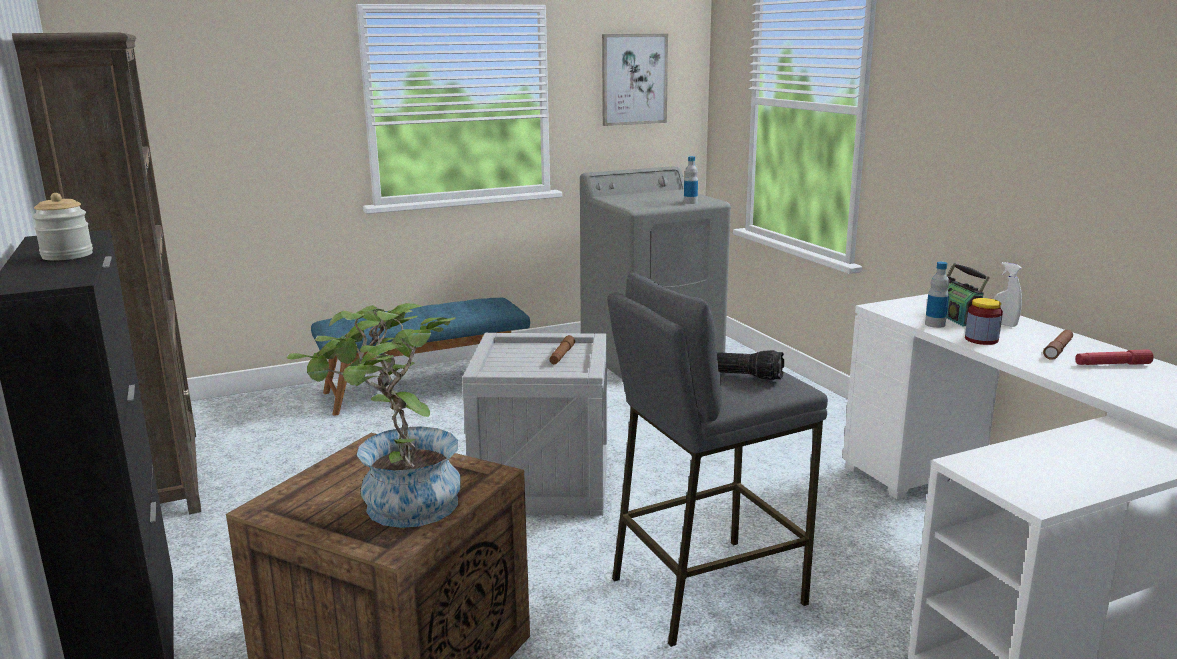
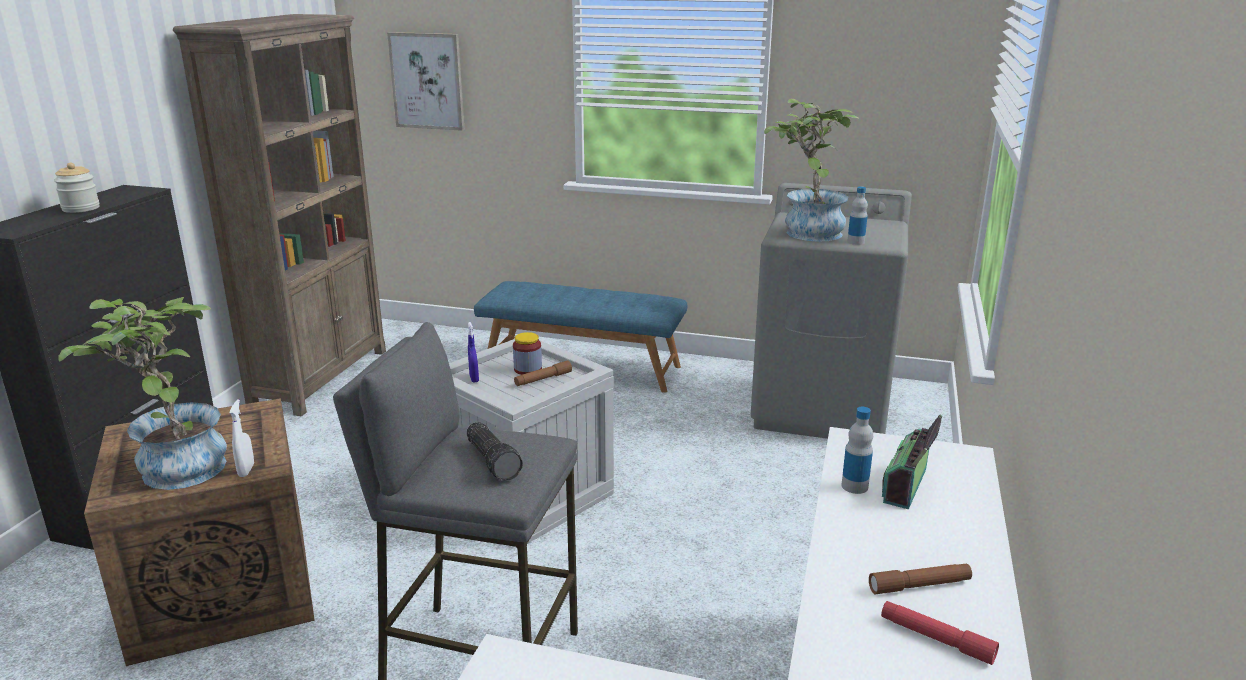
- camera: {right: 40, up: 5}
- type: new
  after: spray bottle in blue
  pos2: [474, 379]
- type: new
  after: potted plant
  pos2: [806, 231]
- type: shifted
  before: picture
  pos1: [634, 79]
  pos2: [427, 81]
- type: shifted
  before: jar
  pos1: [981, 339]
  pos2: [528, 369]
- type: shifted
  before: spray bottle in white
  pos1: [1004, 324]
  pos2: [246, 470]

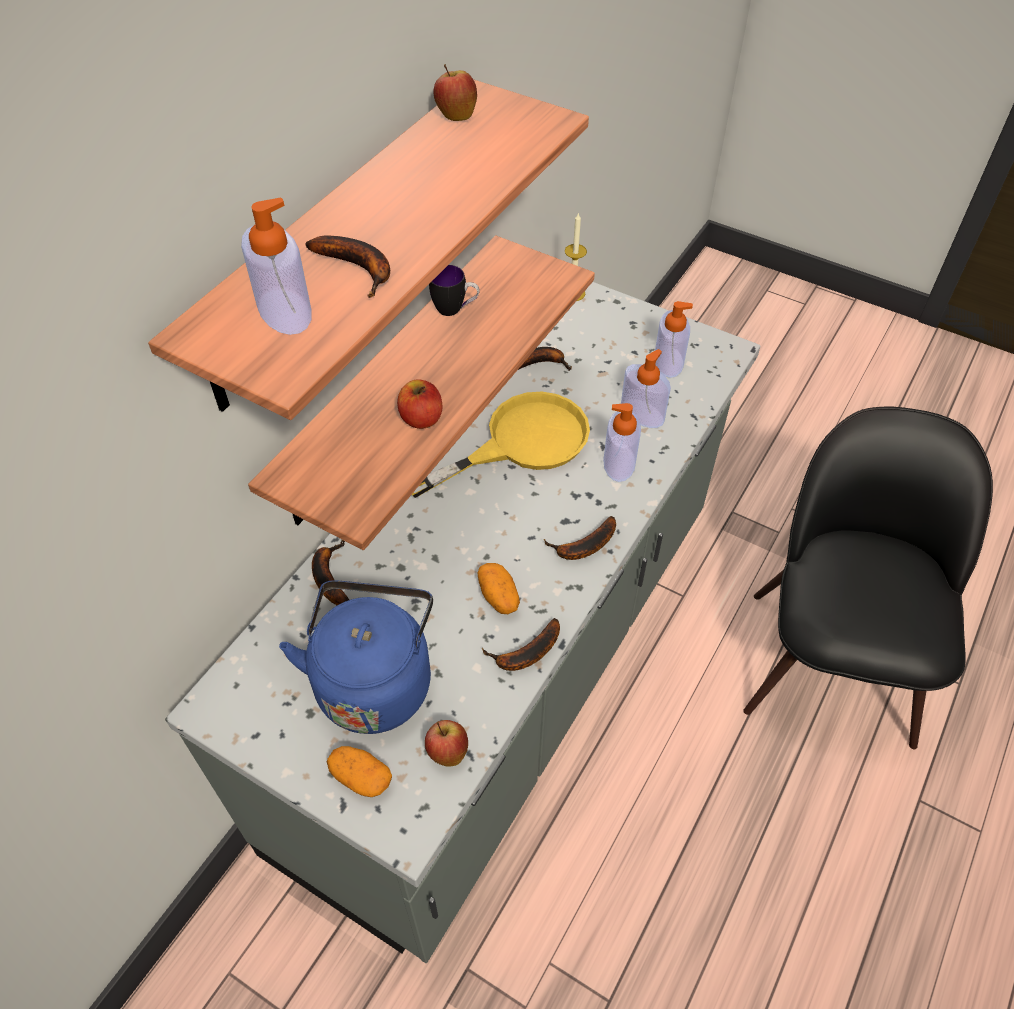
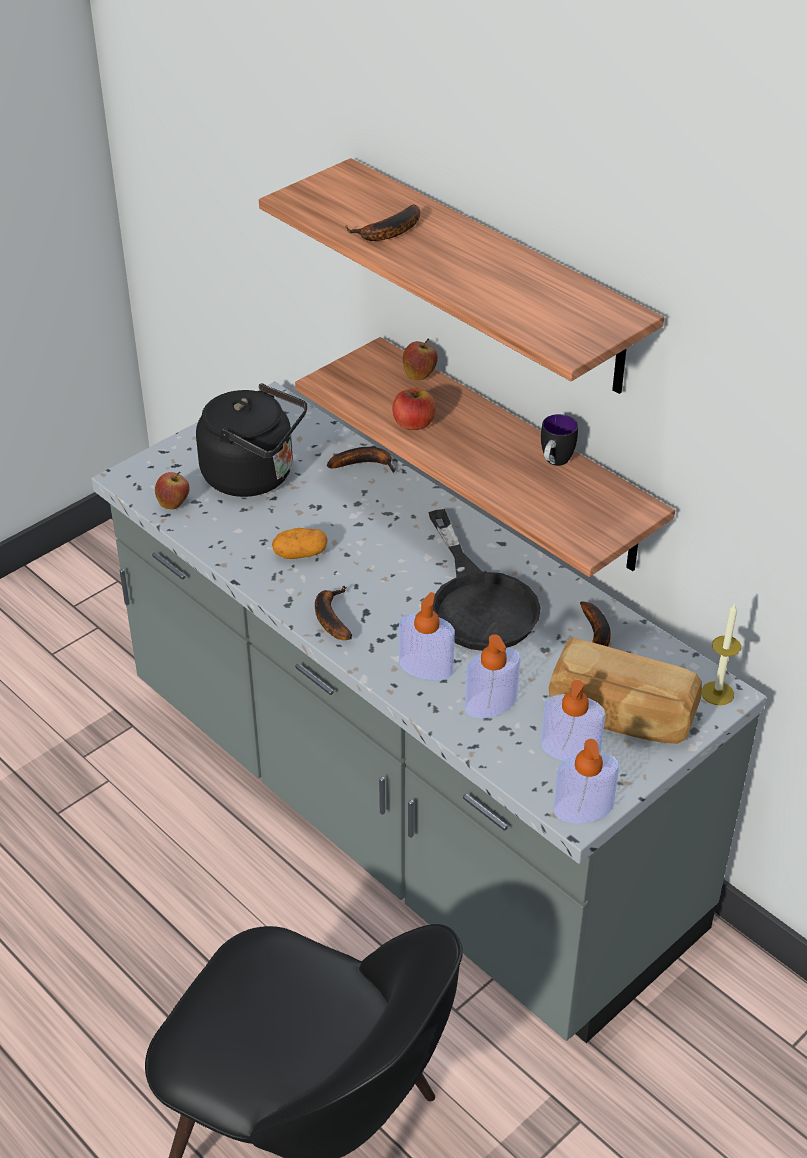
- camera: {right: 105, up: -10}
- type: gone
  before: potato
  pos1: [361, 777]
- type: gone
  before: banana
  pos1: [525, 654]
- type: new
  after: bread
  pos2: [621, 715]
- type: shifted
  before: soap dispenser
  pos1: [284, 311]
  pos2: [583, 808]
- type: shifted
  before: apple
  pos1: [456, 115]
  pos2: [419, 375]
- type: repainted
  before: kettle in blue
  after: kettle in black
  pos1: [374, 680]
  pos2: [254, 476]
- type: repainted
  before: frying pan in yellow
  after: frying pan in black
  pos1: [521, 443]
  pos2: [478, 601]

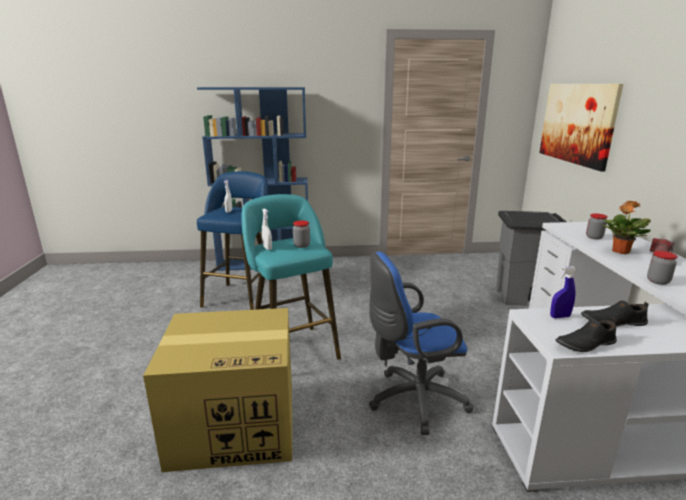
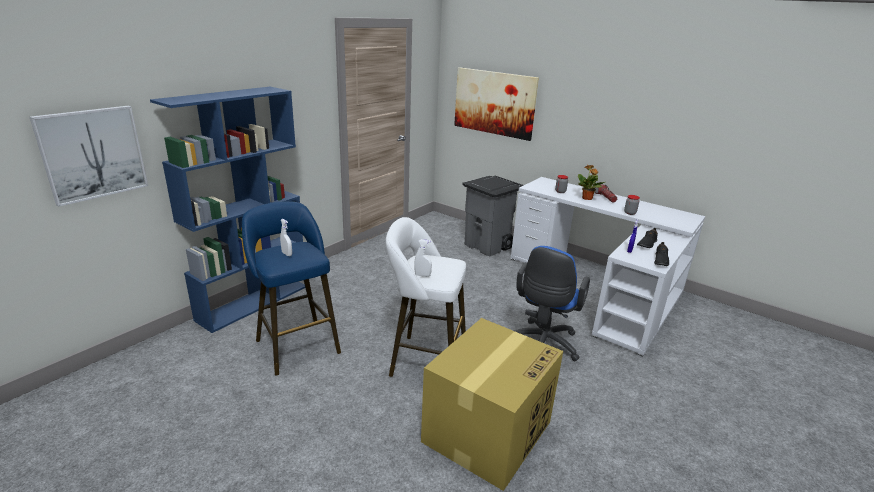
- camera: {right: -50, up: 5}
- type: gone
  before: jar
  pos1: [301, 245]
- type: new
  after: picture
  pos2: [93, 154]
- type: repainted
  before: stool in turquoise
  after: stool in white
  pos1: [292, 348]
  pos2: [424, 360]

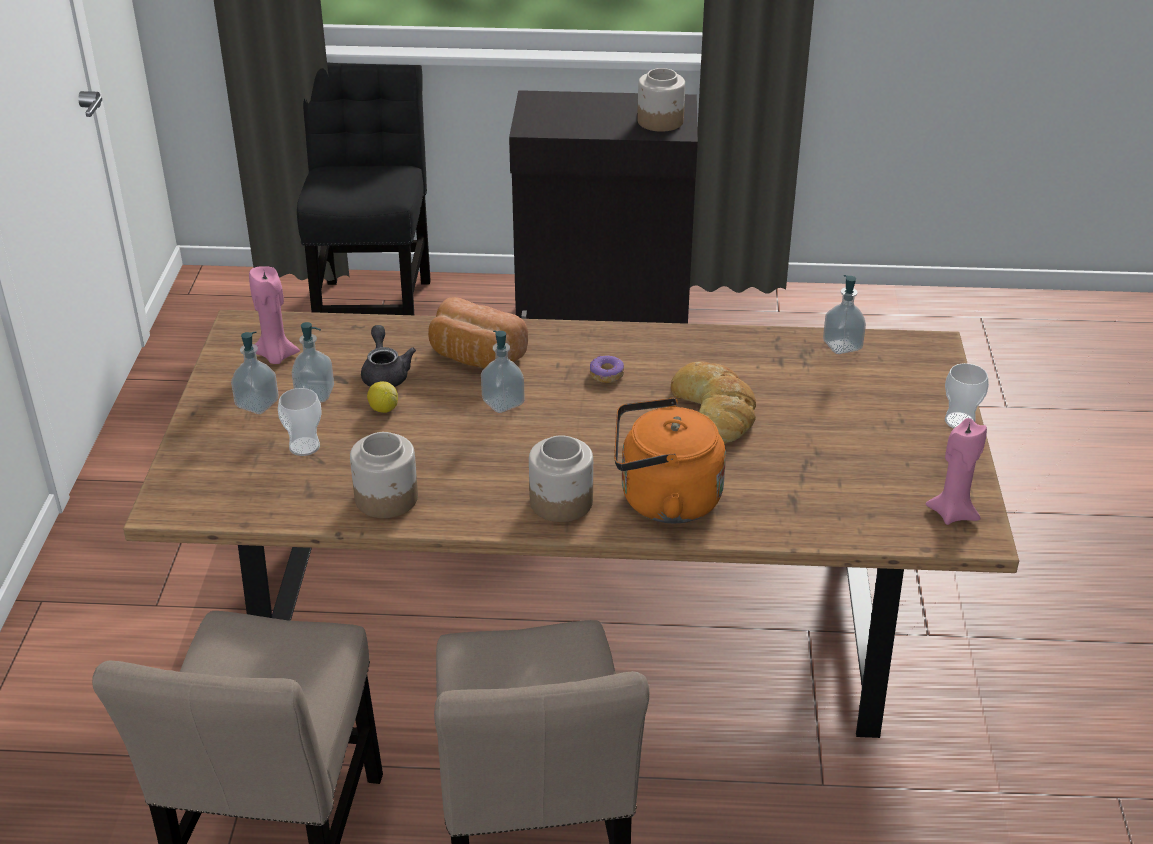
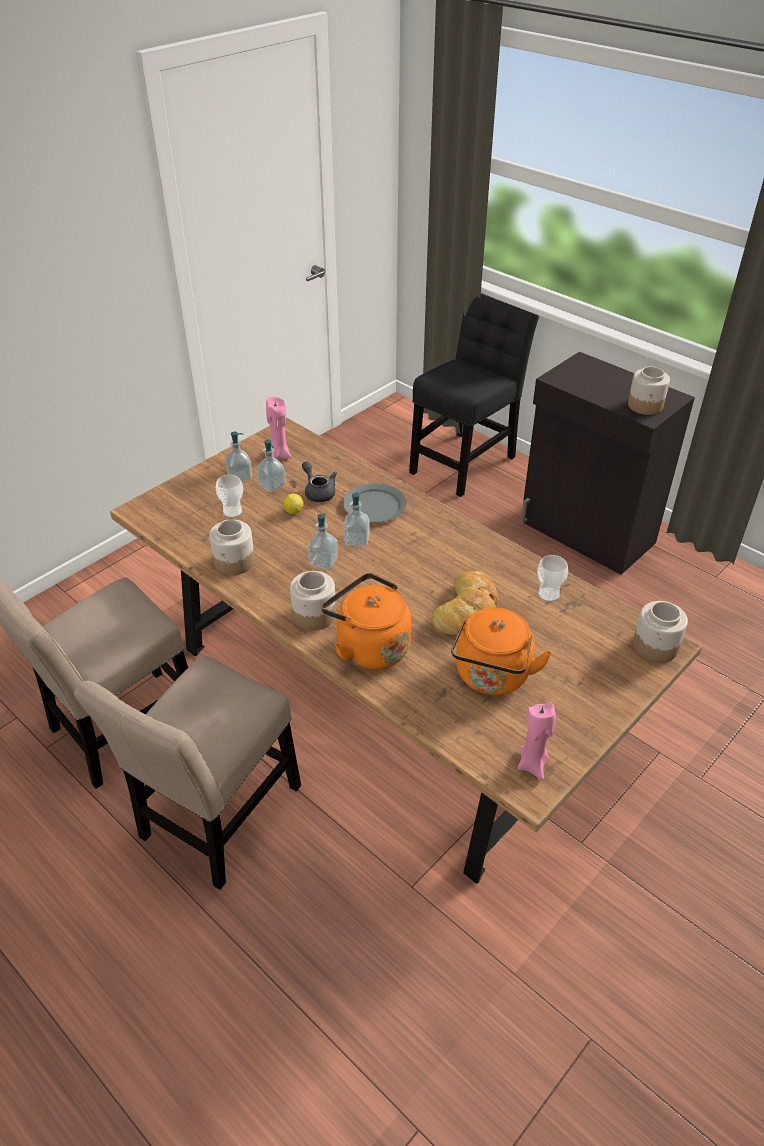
- camera: {right: 40, up: 5}
- type: gone
  before: donut
  pos1: [606, 375]
- type: new
  after: kettle in orange
  pos2: [492, 677]
- type: new
  after: jar
  pos2: [655, 646]
- type: shifted
  before: soap dispenser
  pos1: [842, 345]
  pos2: [323, 561]
- type: shifted
  before: cup
  pos1: [959, 421]
  pos2: [548, 594]
- type: swapped
  before: bread
  after: plate in grey
  pos1: [474, 357]
  pos2: [375, 505]
- type: rotated
  before: teapot in grey
  pos1: [385, 374]
  pos2: [318, 492]
  turn: -60

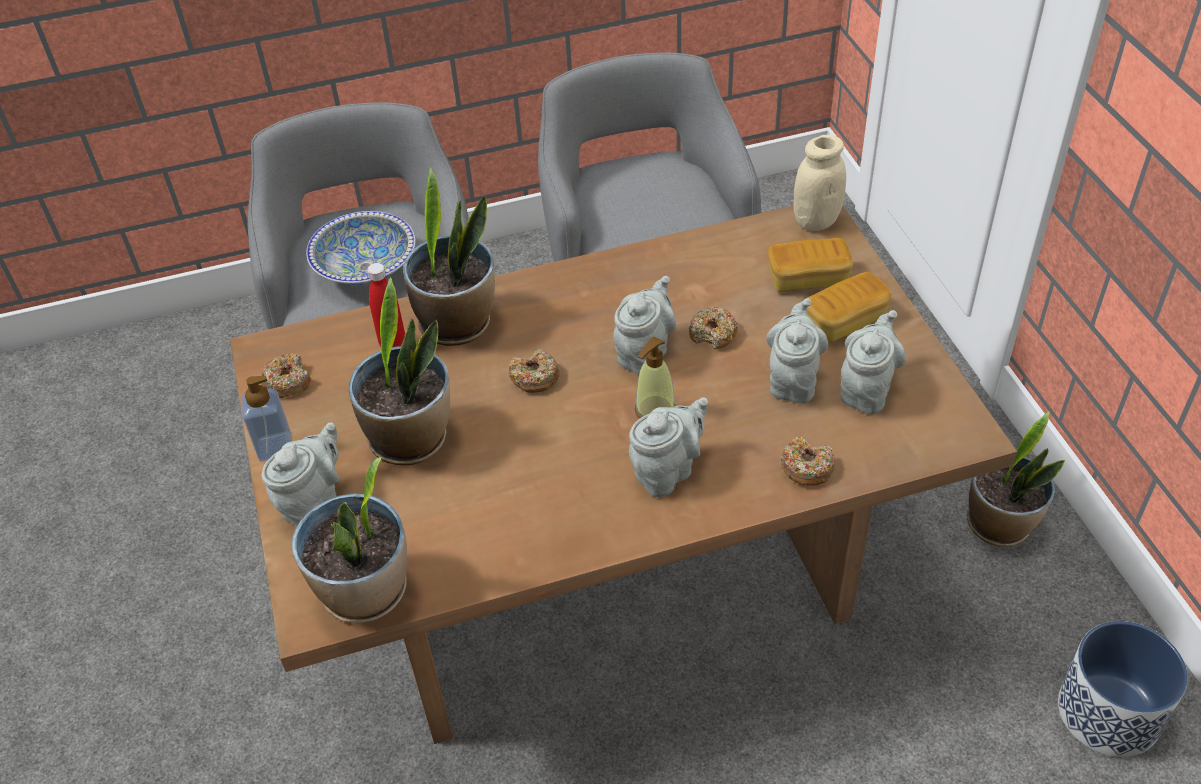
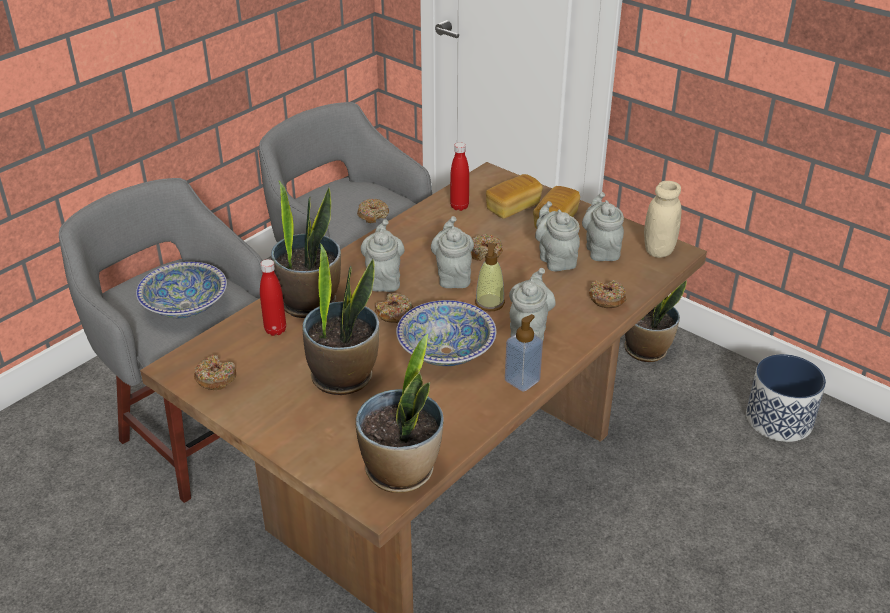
- camera: {right: -35, up: -10}
- type: new
  after: donut
  pos2: [373, 215]
- type: new
  after: bowl
  pos2: [446, 351]
- type: new
  after: bottle in red
  pos2: [459, 206]
- type: shifted
  before: soap dispenser
  pos1: [275, 447]
  pos2: [522, 381]
- type: shifted
  before: teapot in grey
  pos1: [313, 503]
  pos2: [384, 279]
- type: shifted
  before: jar in beige
  pos1: [816, 221]
  pos2: [658, 250]

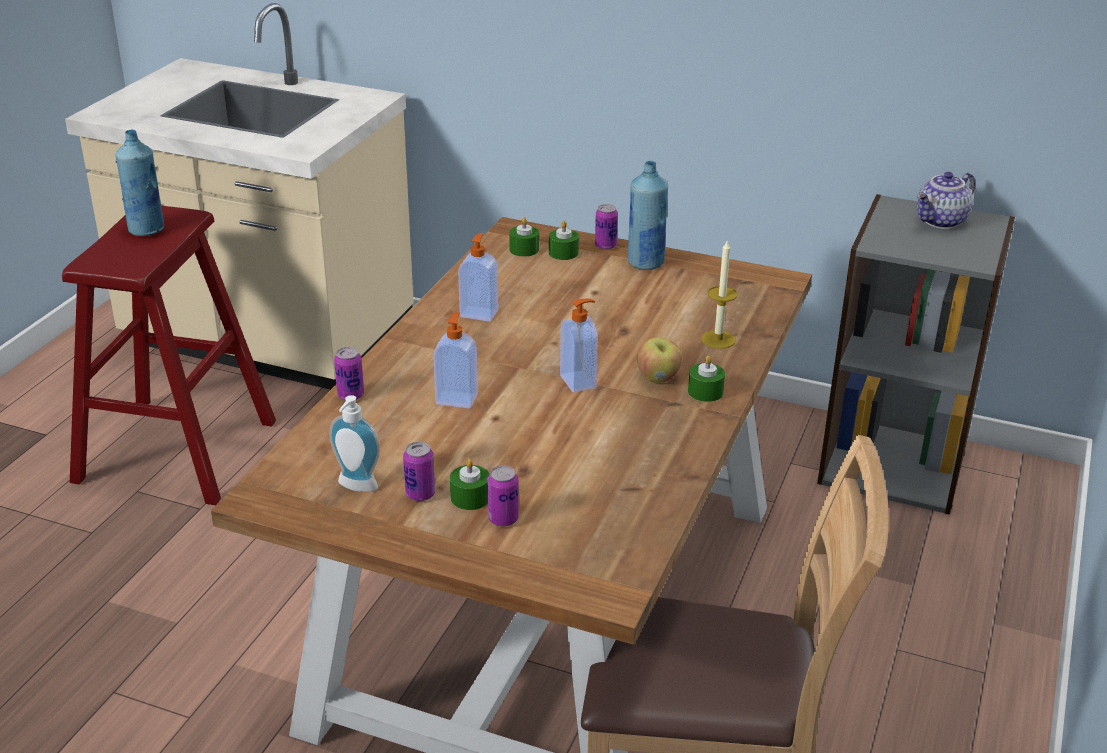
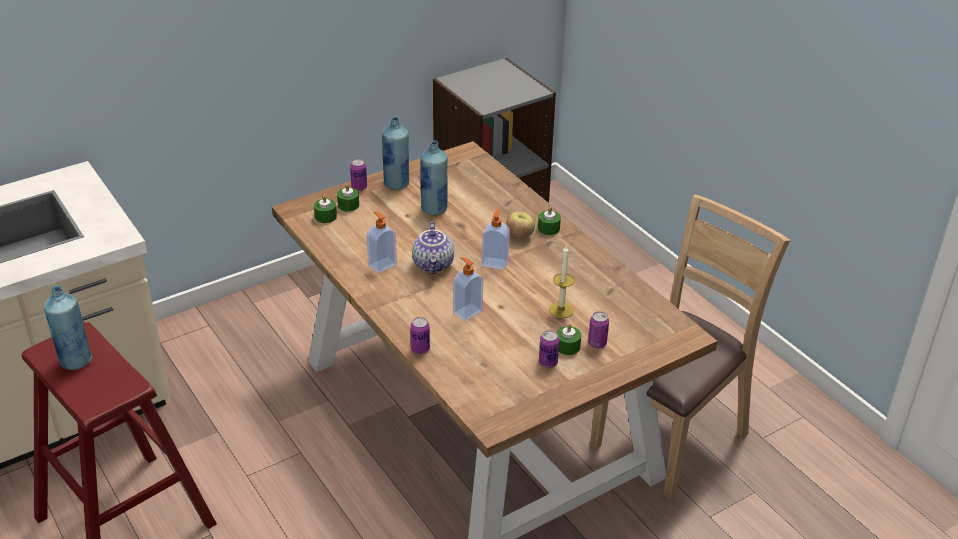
- camera: {right: -55, up: 5}
- type: gone
  before: soap dispenser
  pos1: [355, 487]
- type: new
  after: bottle in blue
  pos2: [434, 209]
- type: shifted
  before: candle
  pos1: [718, 339]
  pos2: [561, 310]
- type: shifted
  before: teapot
  pos1: [941, 222]
  pos2: [434, 265]

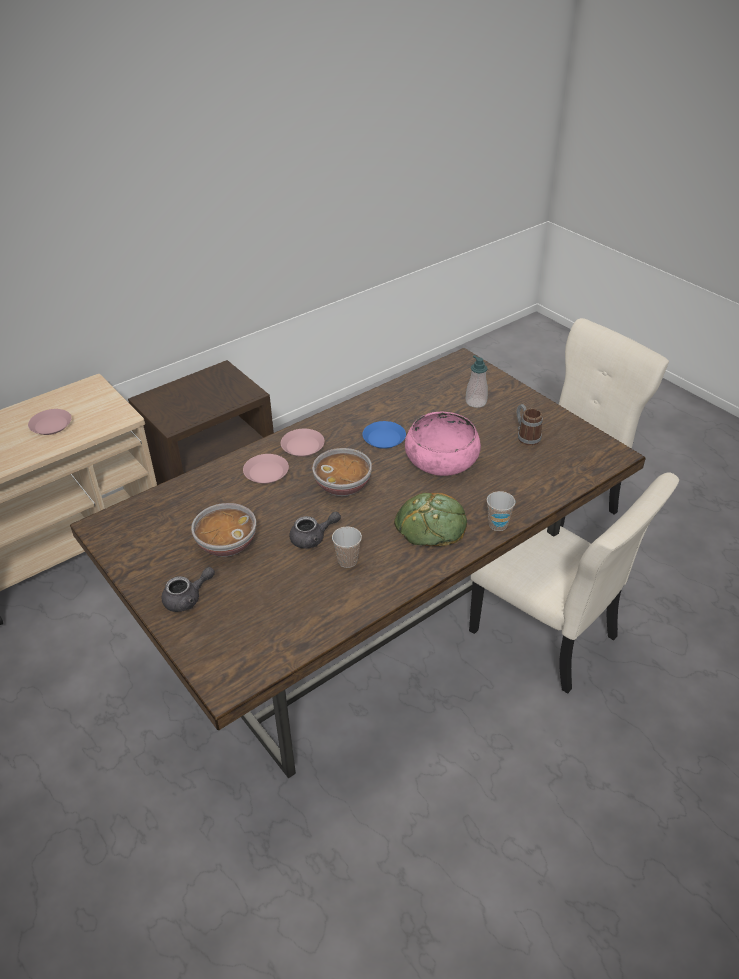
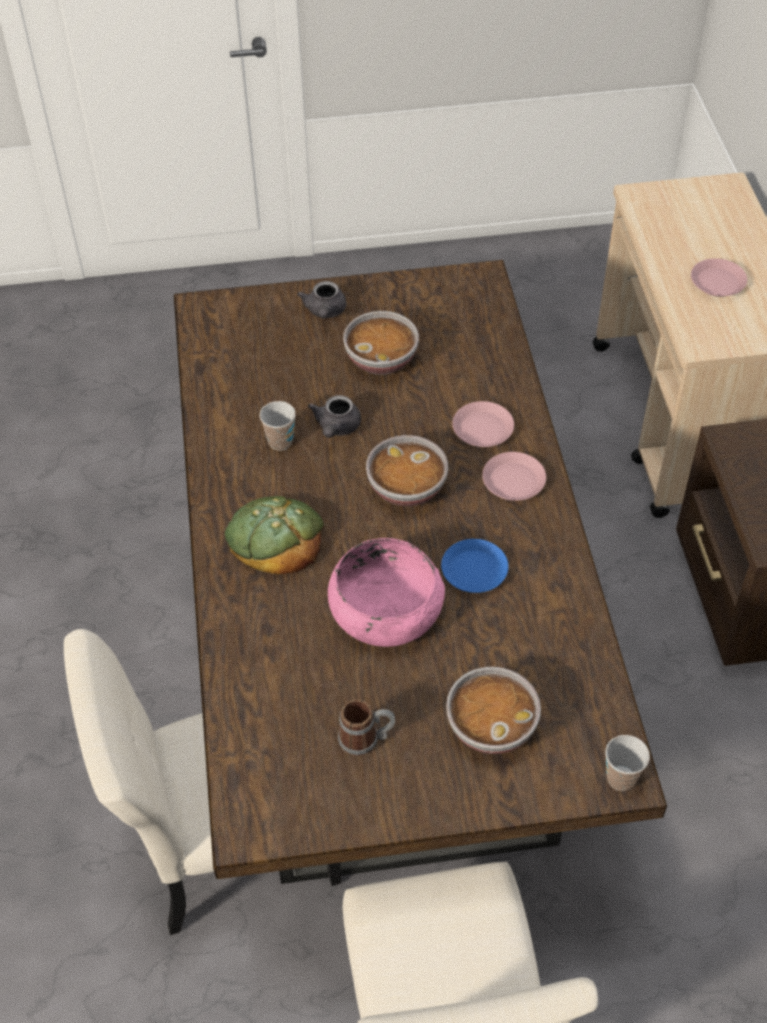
- camera: {right: 120, up: 10}
- type: shifted
  before: cup
  pos1: [498, 524]
  pos2: [621, 778]
- type: swapped
  before: soap dispenser
  after: bowl
  pos1: [476, 402]
  pos2: [490, 726]

